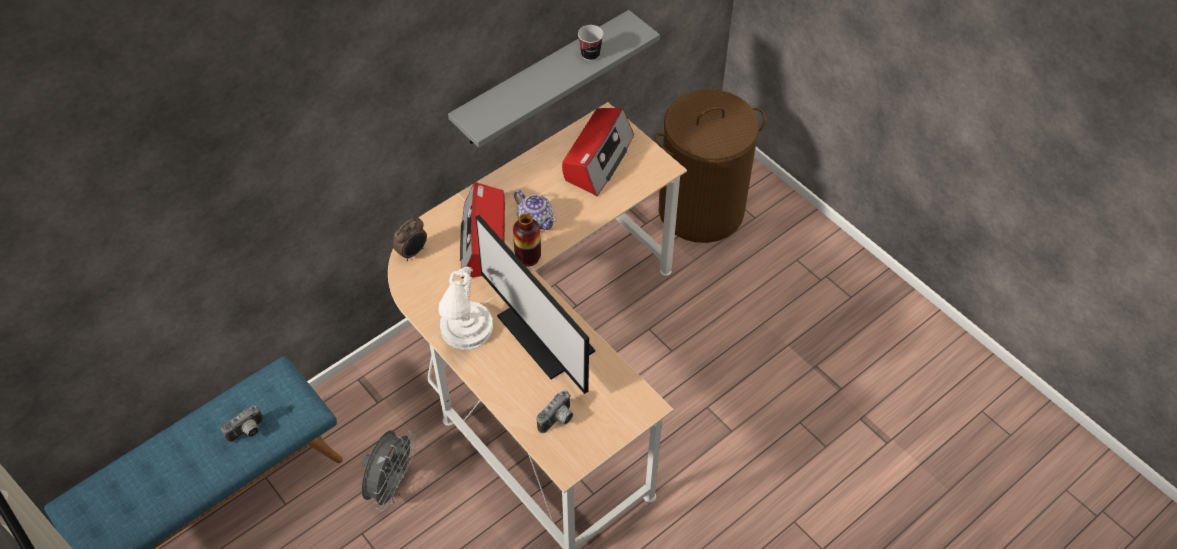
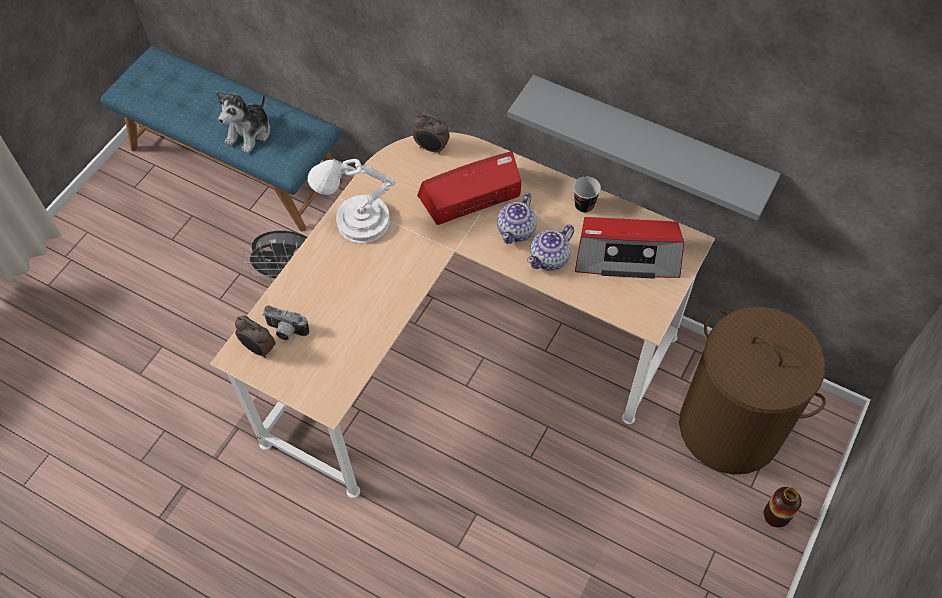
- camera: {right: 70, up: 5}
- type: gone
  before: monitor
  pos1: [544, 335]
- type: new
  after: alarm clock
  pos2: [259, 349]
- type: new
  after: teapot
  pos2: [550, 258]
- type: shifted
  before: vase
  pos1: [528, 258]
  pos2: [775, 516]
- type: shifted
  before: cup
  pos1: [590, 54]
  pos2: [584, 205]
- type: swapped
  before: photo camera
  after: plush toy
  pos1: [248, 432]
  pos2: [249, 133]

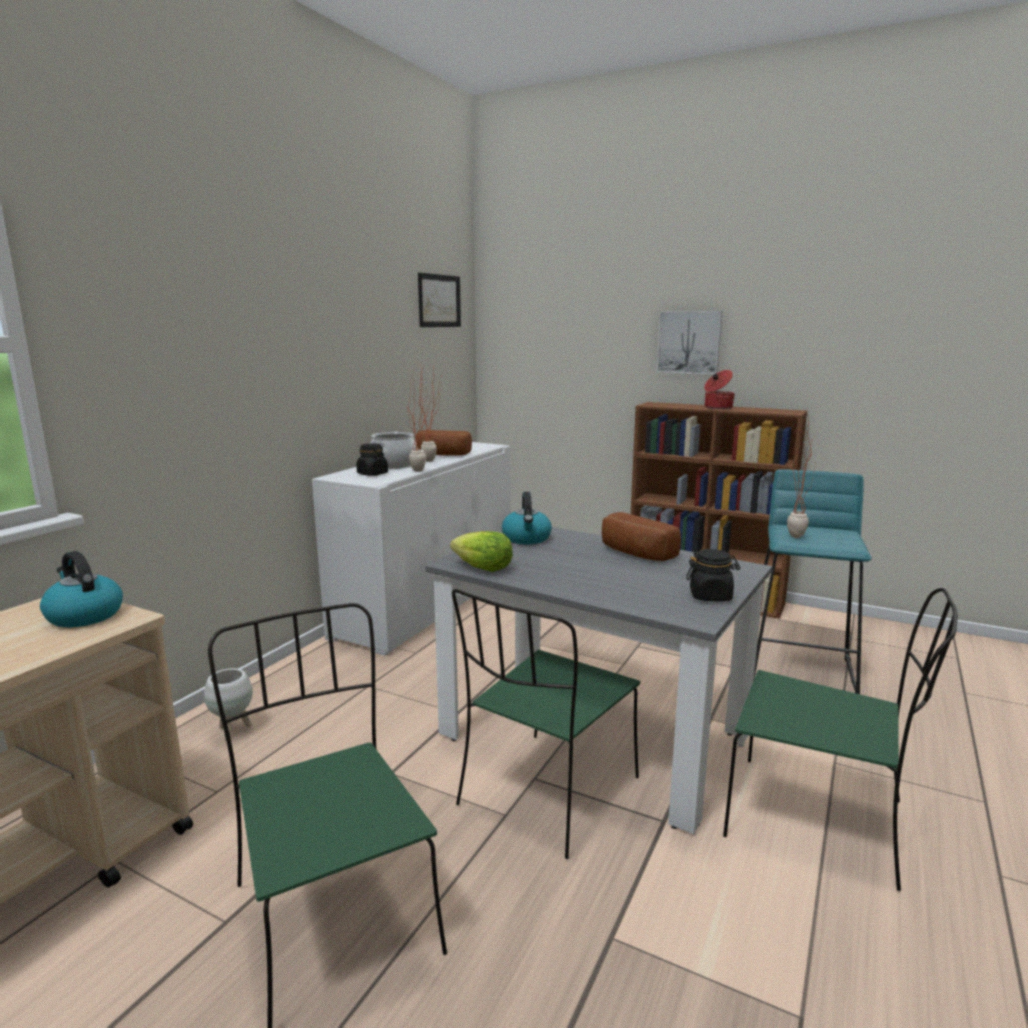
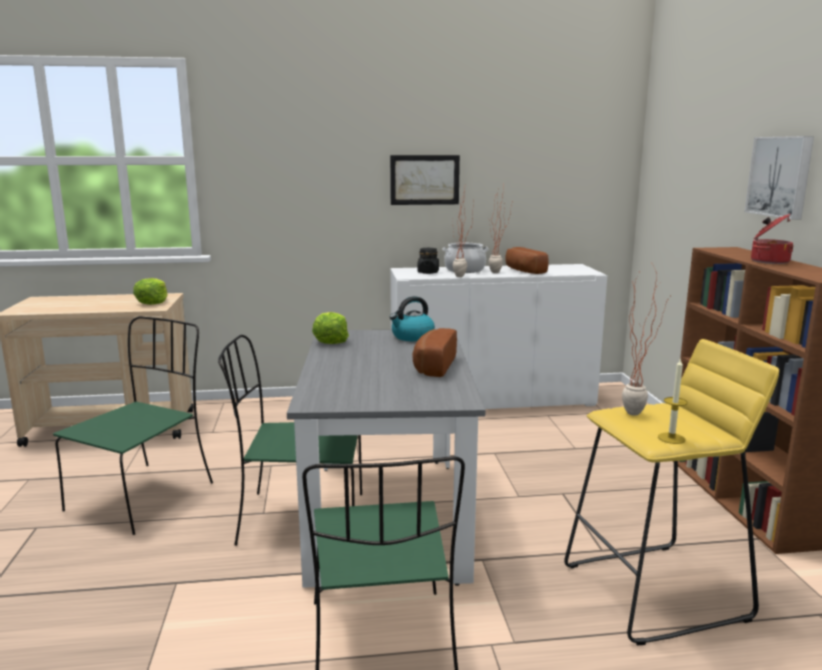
- camera: {right: 55, up: 0}
- type: gone
  before: planter in white
  pos1: [233, 731]
- type: gone
  before: jar in black
  pos1: [710, 596]
- type: new
  after: candle
  pos2: [671, 438]
- type: shifted
  before: picture
  pos1: [439, 301]
  pos2: [424, 180]
- type: swapped
  before: kettle
  after: lettuce
  pos1: [84, 615]
  pos2: [153, 302]
- type: repainted
  before: stool in turquoise
  after: stool in yellow
  pos1: [800, 672]
  pos2: [656, 592]

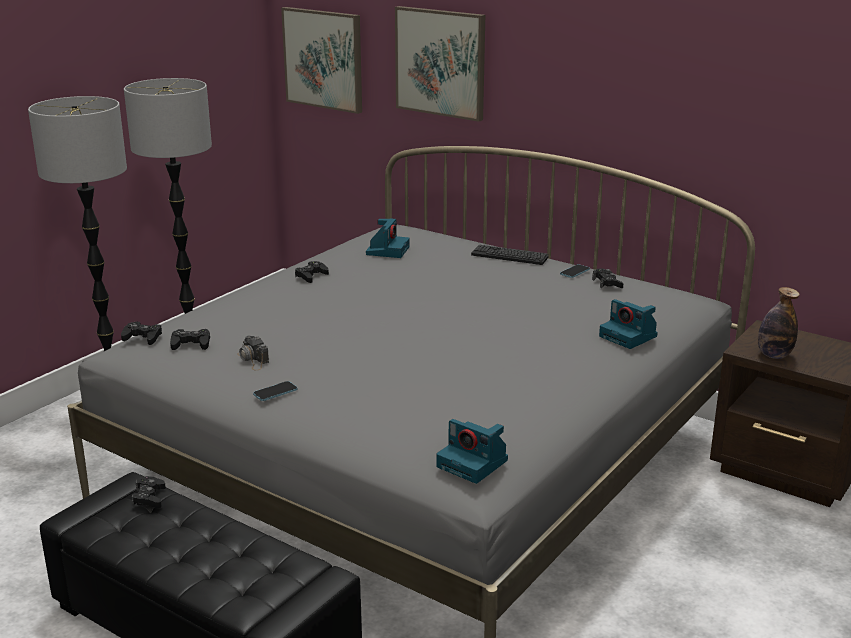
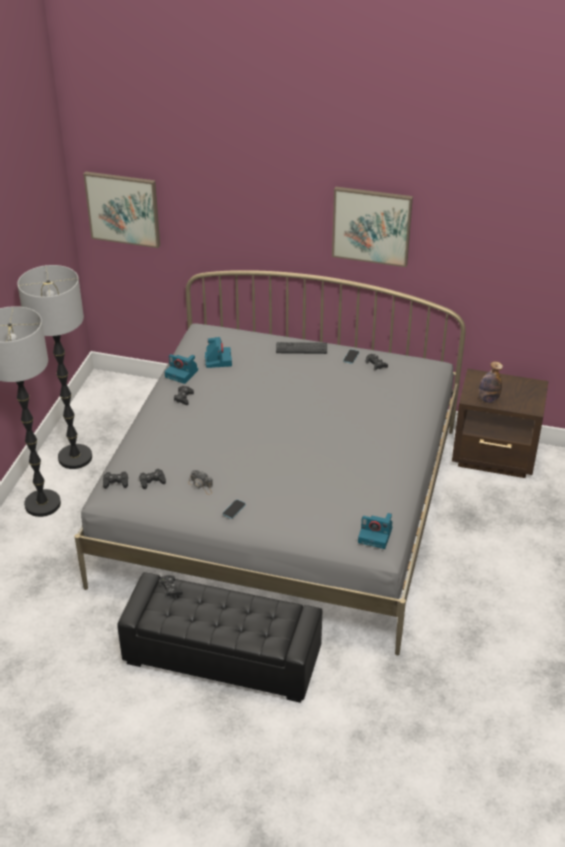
- camera: {right: -20, up: 15}
- type: shifted
  before: picture
  pos1: [441, 62]
  pos2: [371, 226]
- type: shifted
  before: photo camera
  pos1: [629, 336]
  pos2: [182, 373]

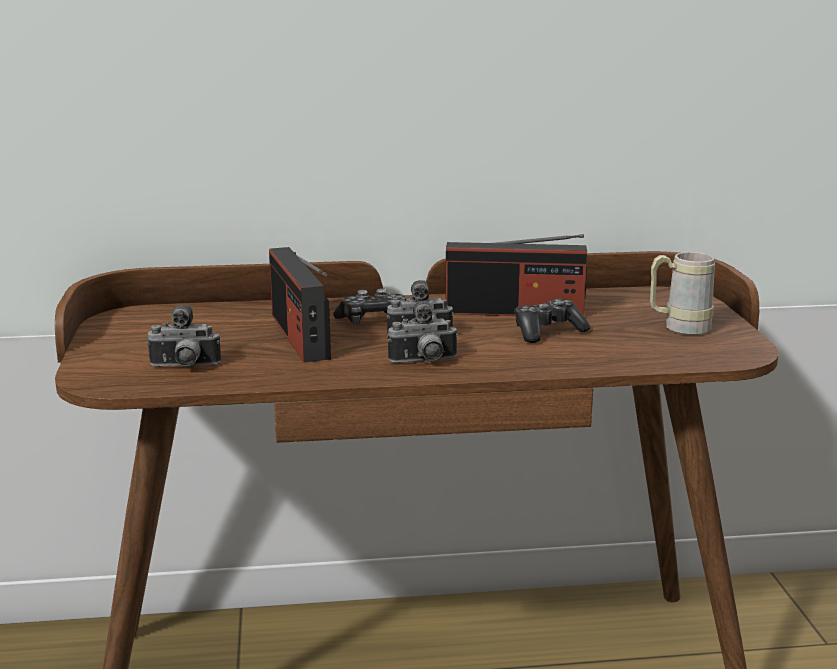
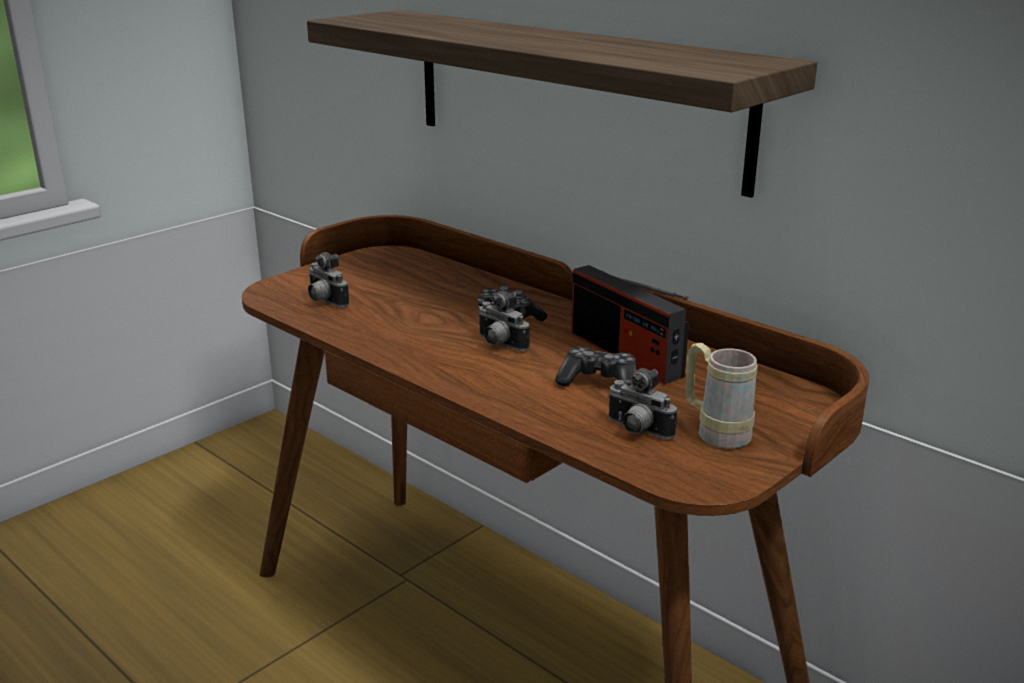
- camera: {right: 50, up: 5}
- type: gone
  before: radio
  pos1: [299, 336]
- type: new
  after: shelf
  pos2: [572, 95]
- type: shifted
  before: photo camera
  pos1: [424, 362]
  pos2: [636, 431]

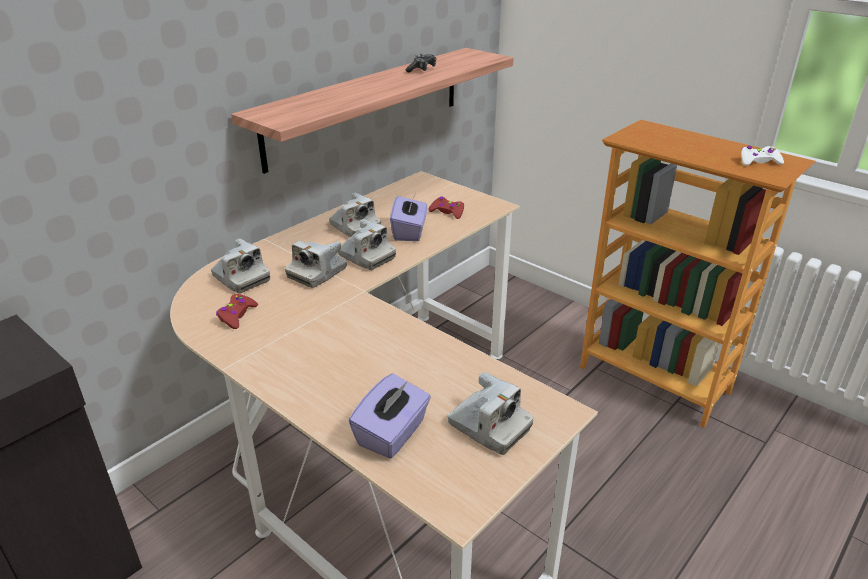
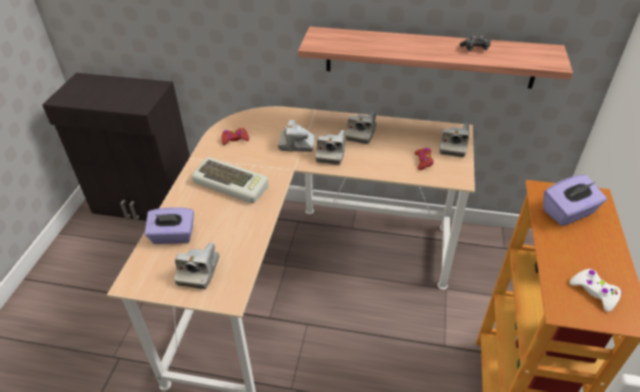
- camera: {right: 60, up: 10}
- type: new
  after: keyboard
  pos2: [232, 184]
- type: shifted
  before: photo camera
  pos1: [241, 278]
  pos2: [452, 146]
- type: shifted
  before: tissue box in purple
  pos1: [409, 232]
  pos2: [568, 212]

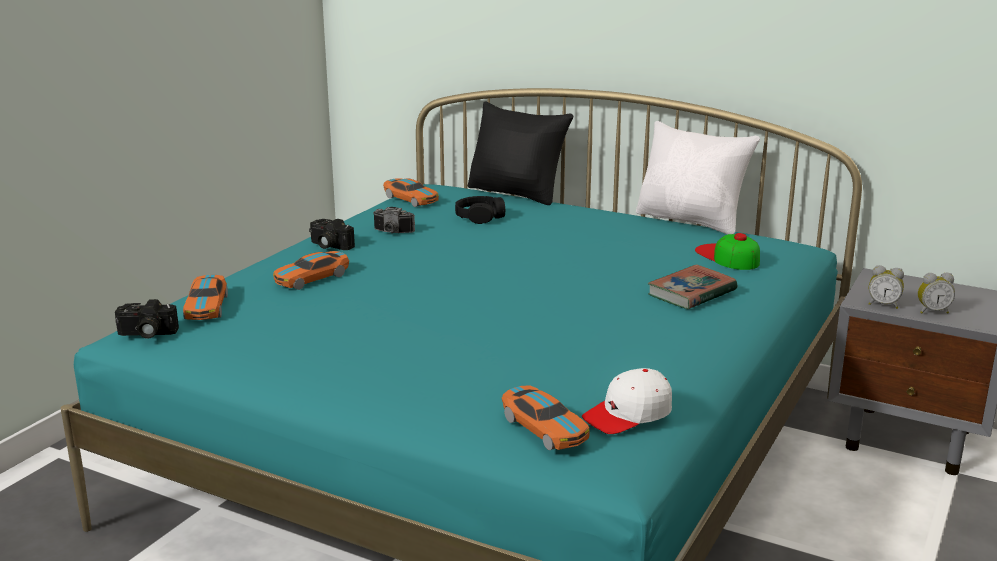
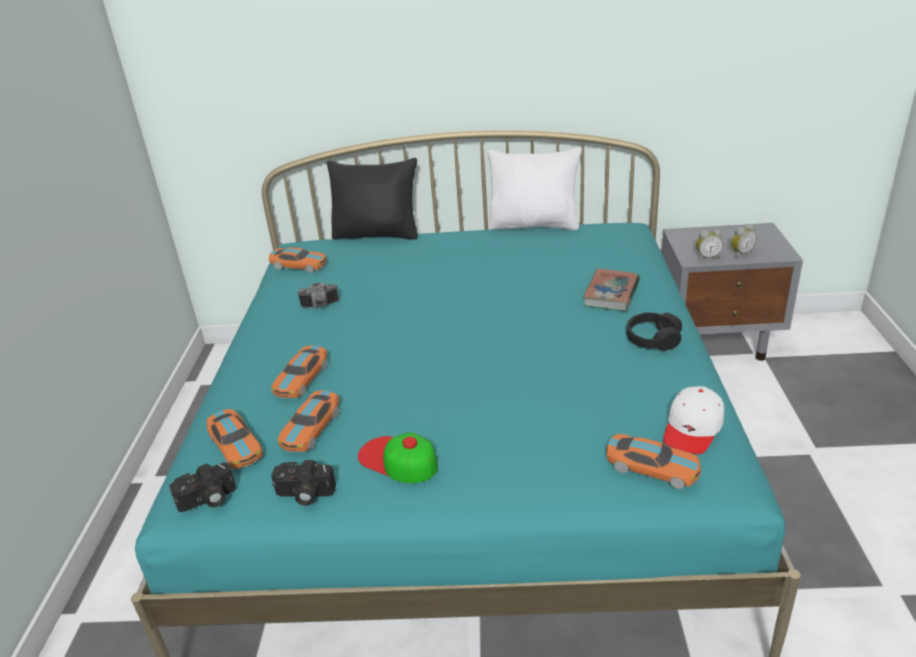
- camera: {right: -25, up: 10}
- type: new
  after: toy car
  pos2: [311, 428]
- type: shifted
  before: photo camera
  pos1: [329, 246]
  pos2: [304, 495]
- type: shifted
  before: headphones in black
  pos1: [480, 217]
  pos2: [653, 339]
- type: shifted
  before: cap
  pos1: [727, 256]
  pos2: [398, 460]

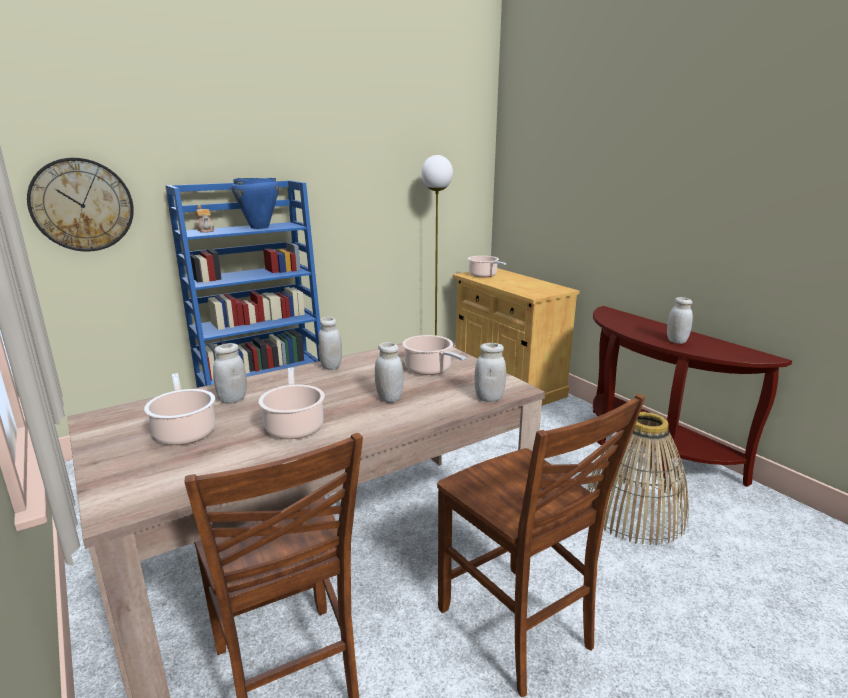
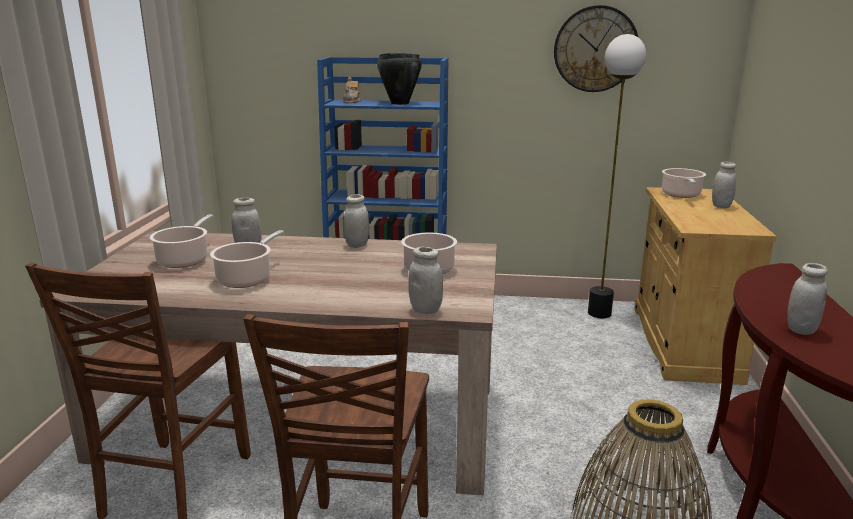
- camera: {right: 40, up: 0}
- type: shifted
  before: wall clock
  pos1: [82, 205]
  pos2: [595, 49]
- type: shifted
  before: jar in white
  pos1: [389, 398]
  pos2: [721, 206]
- type: repainted
  before: cooking pot in blue
  after: cooking pot in black
  pos1: [259, 227]
  pos2: [399, 103]

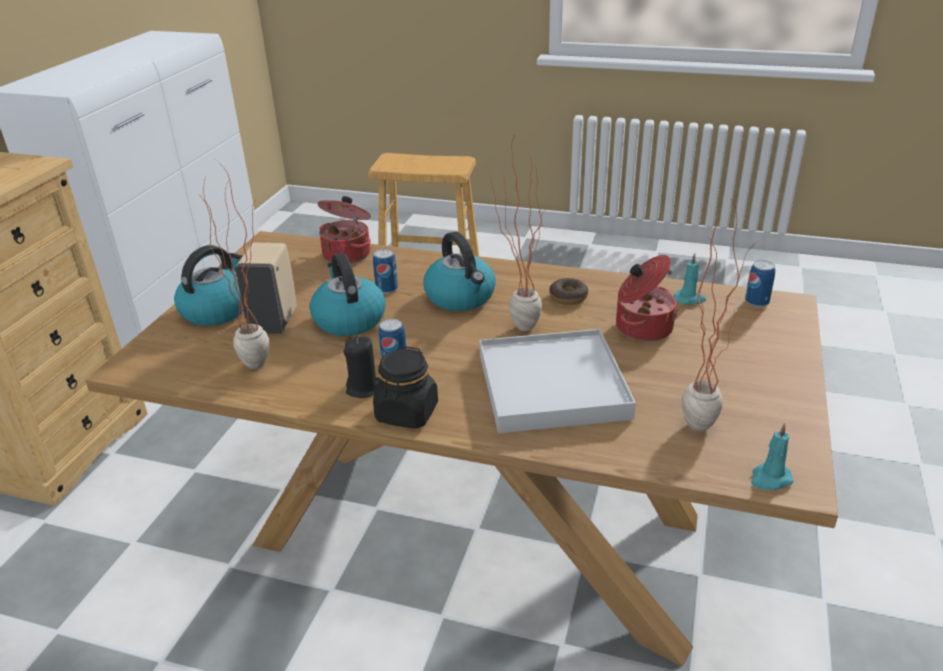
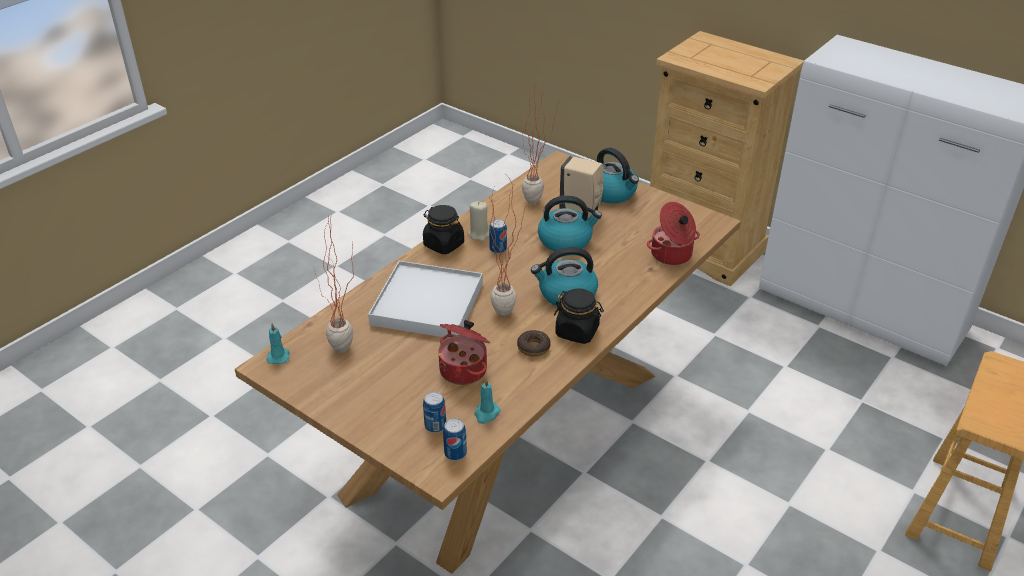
- camera: {right: 110, up: 5}
- type: new
  after: jar in black
  pos2: [577, 332]
- type: shifted
  before: can
  pos1: [387, 289]
  pos2: [435, 426]
- type: repainted
  before: candle in black
  after: candle in beige
  pos1: [364, 388]
  pos2: [479, 234]

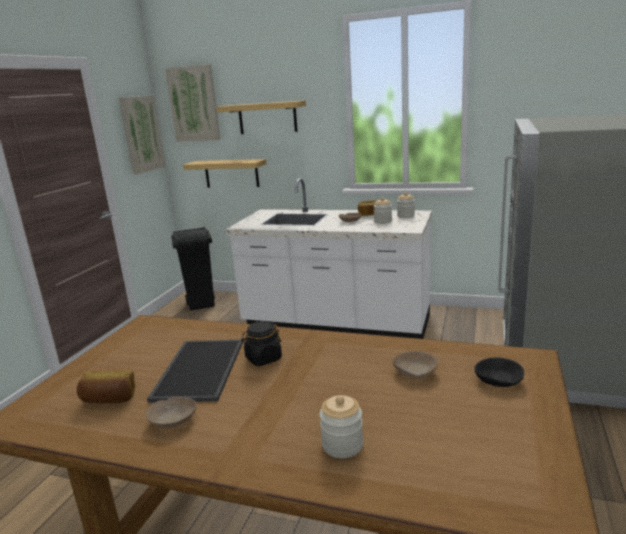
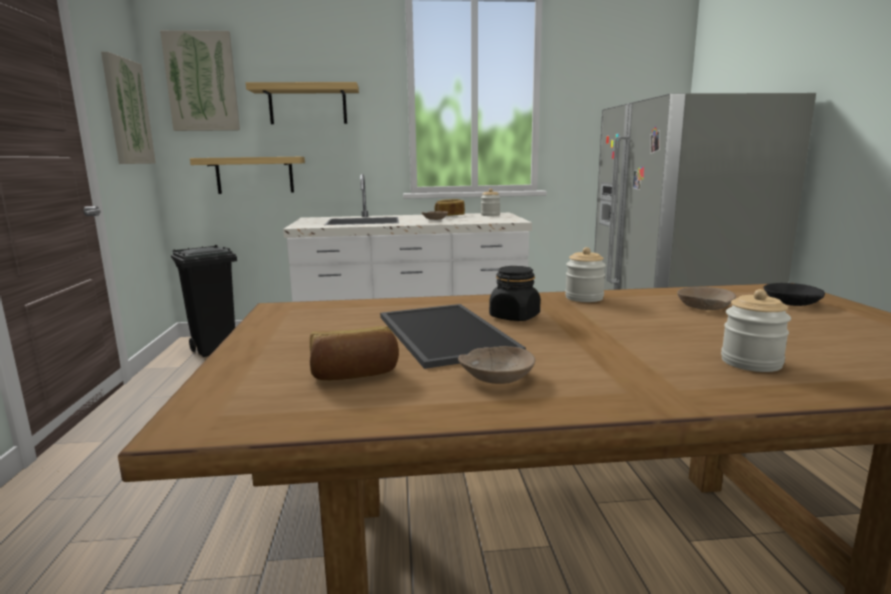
- camera: {right: -25, up: -5}
- type: shifted
  before: jar
  pos1: [383, 221]
  pos2: [584, 298]

